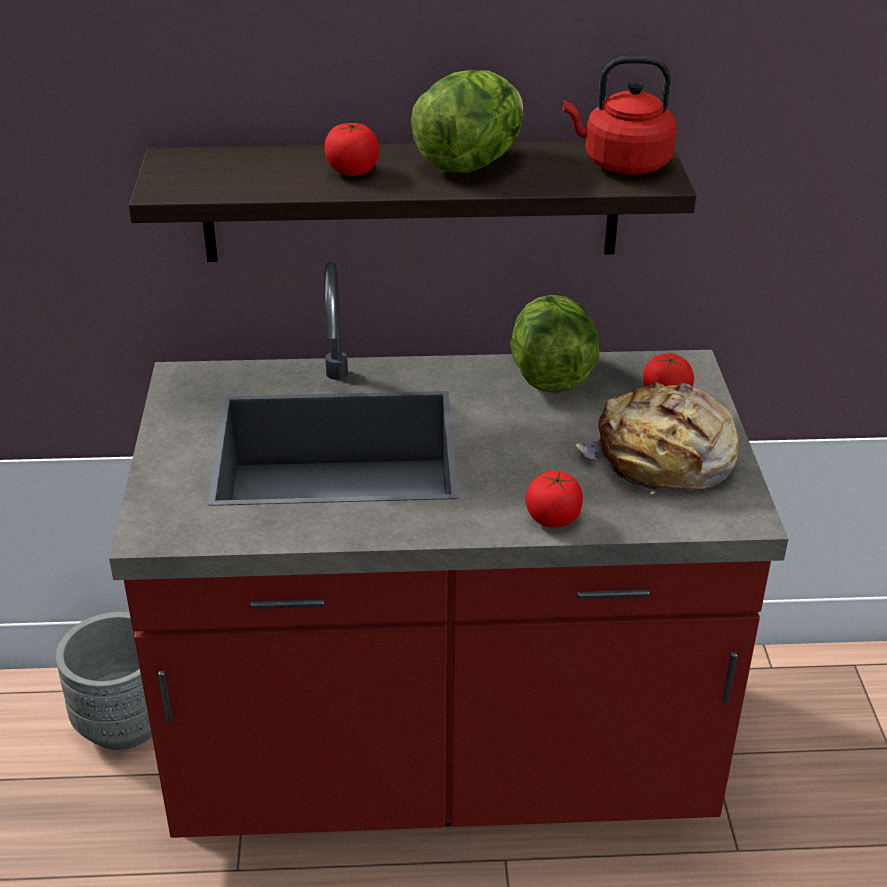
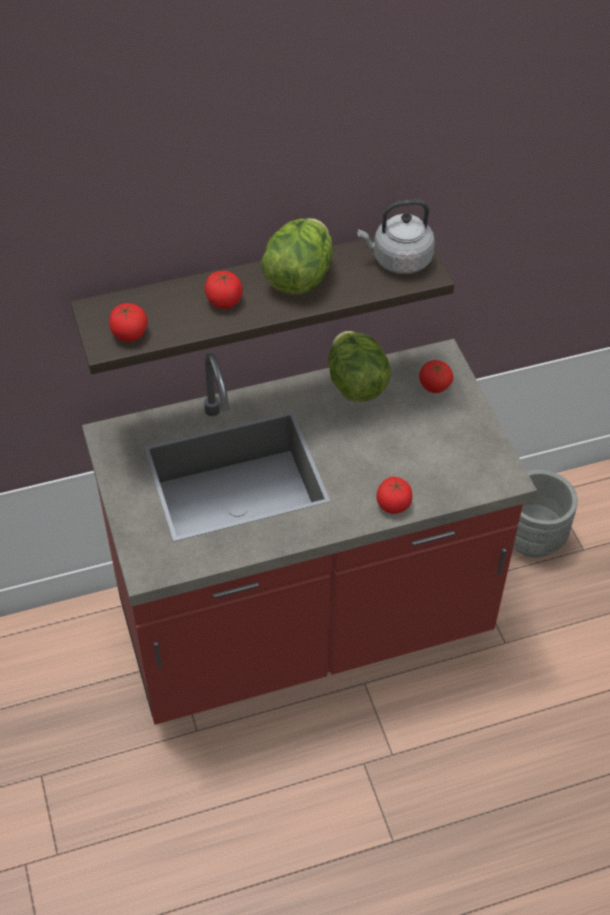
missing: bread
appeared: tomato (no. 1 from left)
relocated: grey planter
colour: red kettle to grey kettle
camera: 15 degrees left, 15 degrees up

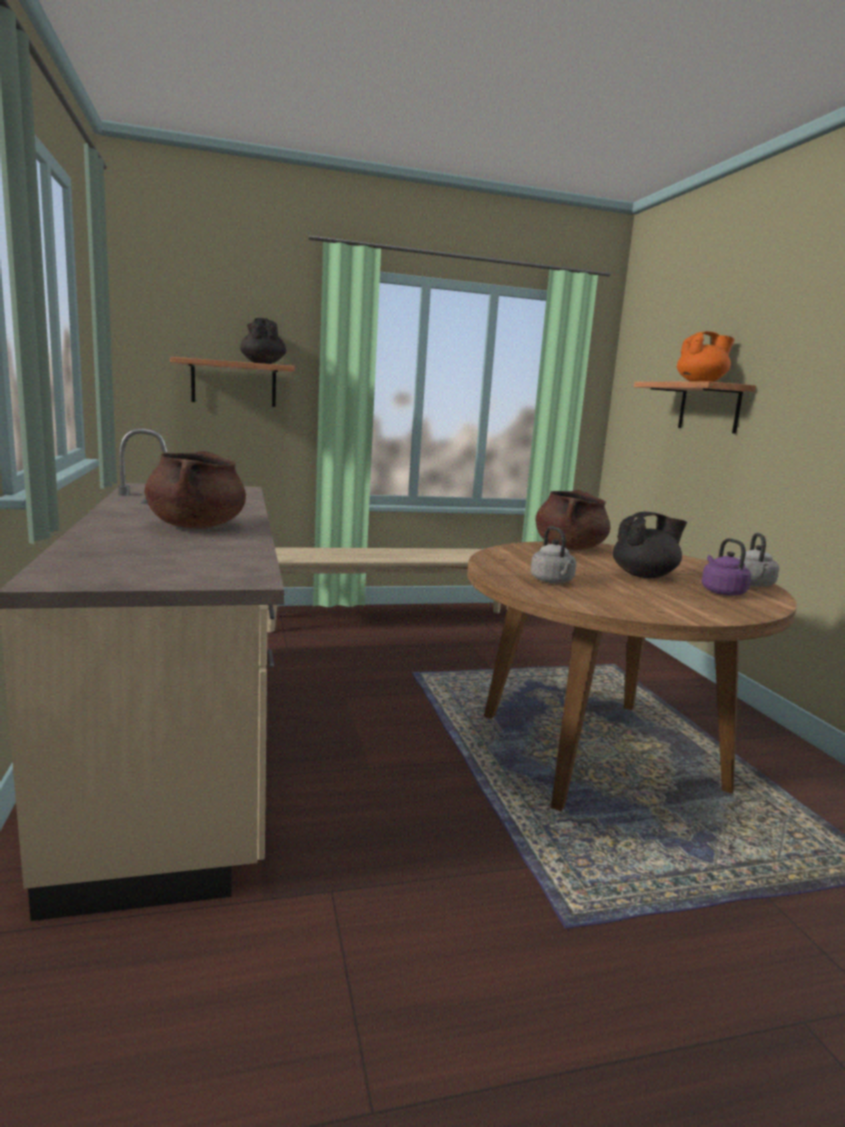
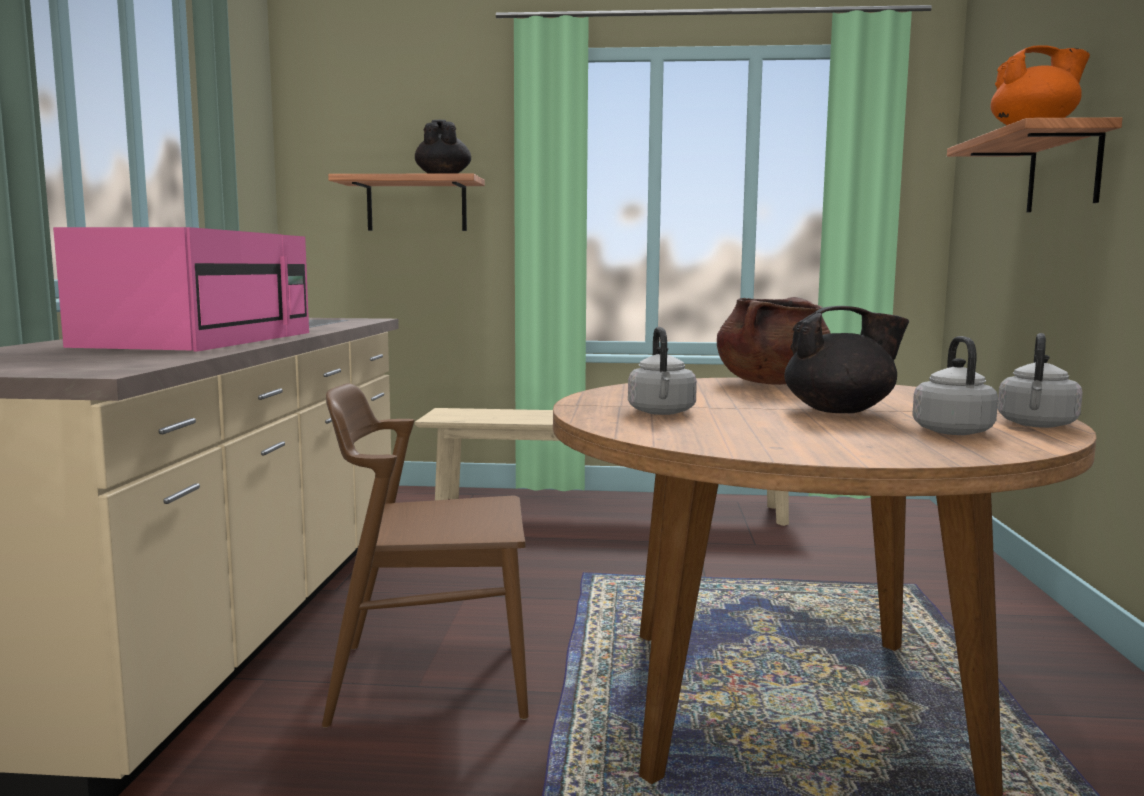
appeared: brown chair
exchanged: brown cooking pot (no. 1 from left) to pink microwave
colour: purple kettle to grey kettle (no. 2 from left)
camera: 20 degrees right, 5 degrees down

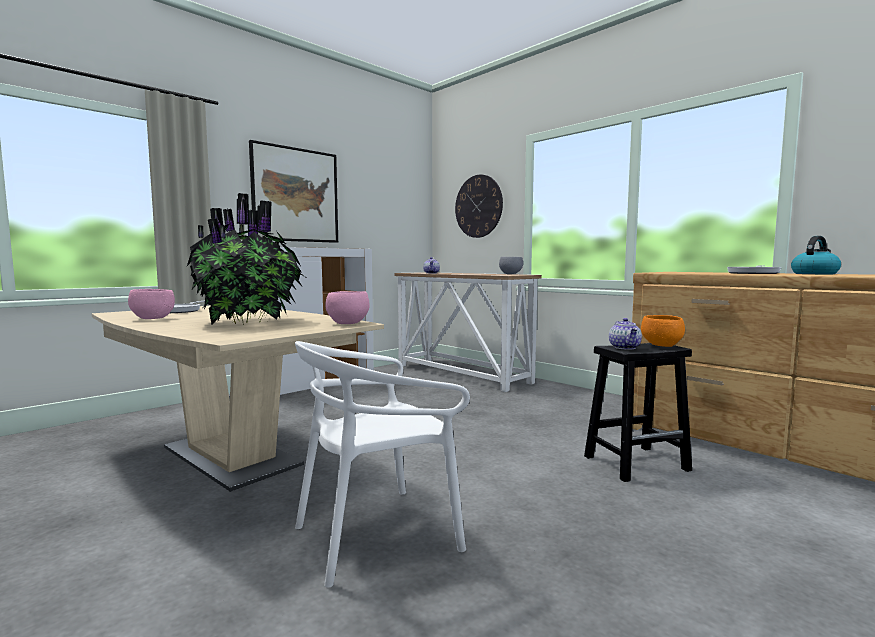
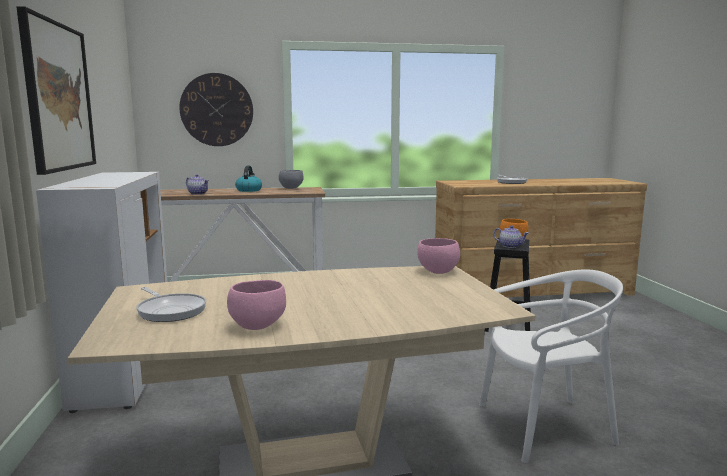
missing: potted plant
relocated: kettle
spun: white chair 105 degrees counterclockwise
camera: 55 degrees left, 5 degrees up

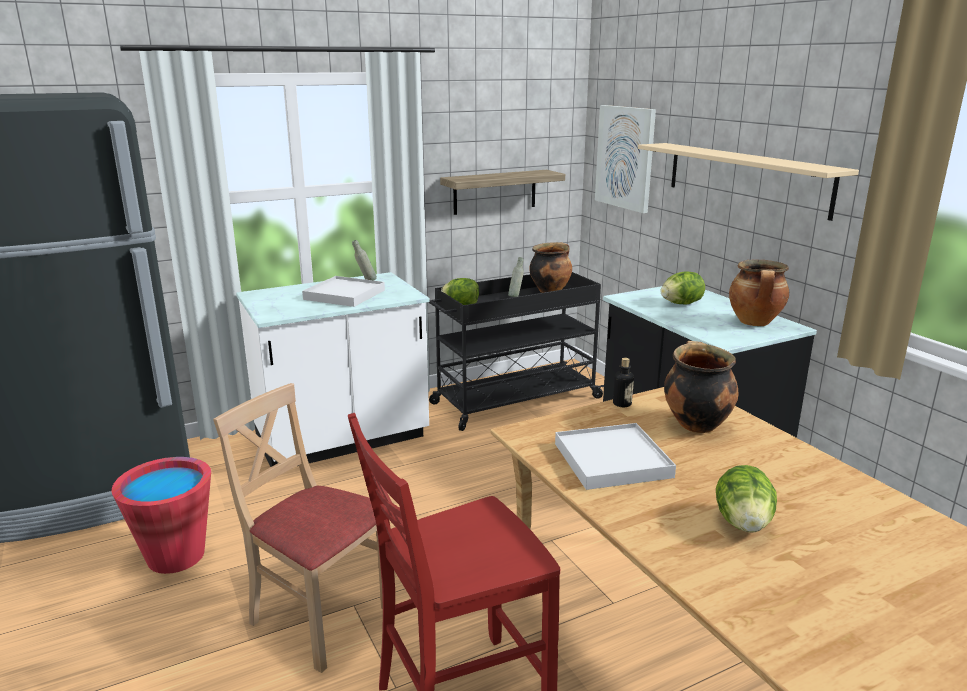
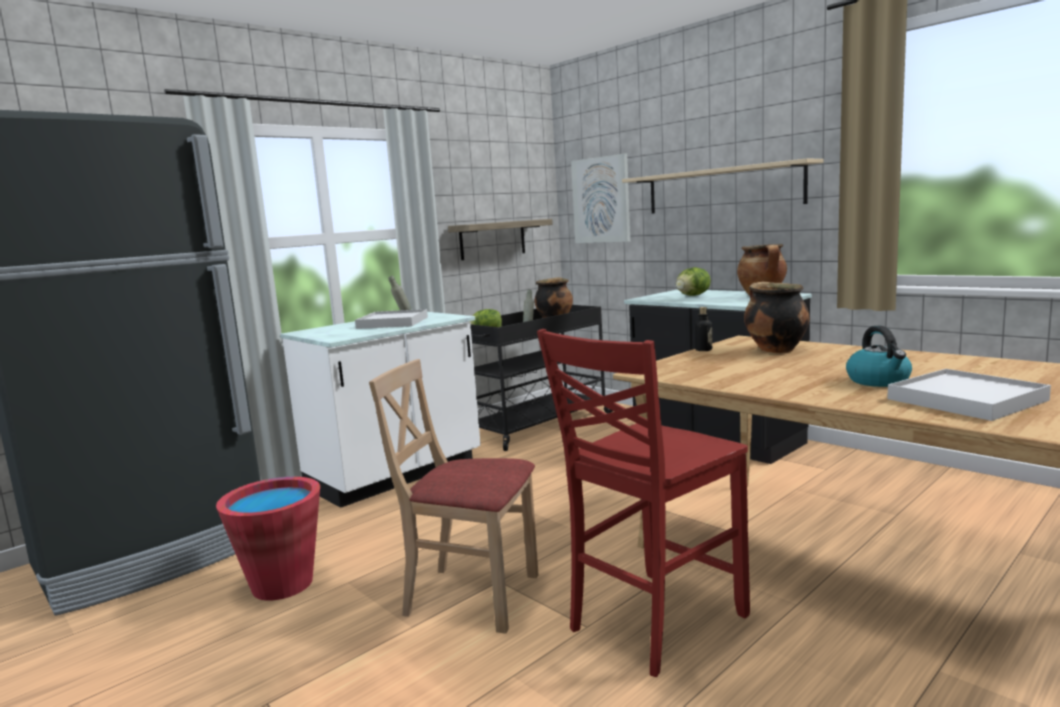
relocated: white tray (no. 2 from left)
exchanged: lettuce (no. 3 from left) to kettle
camera: 15 degrees left, 10 degrees down

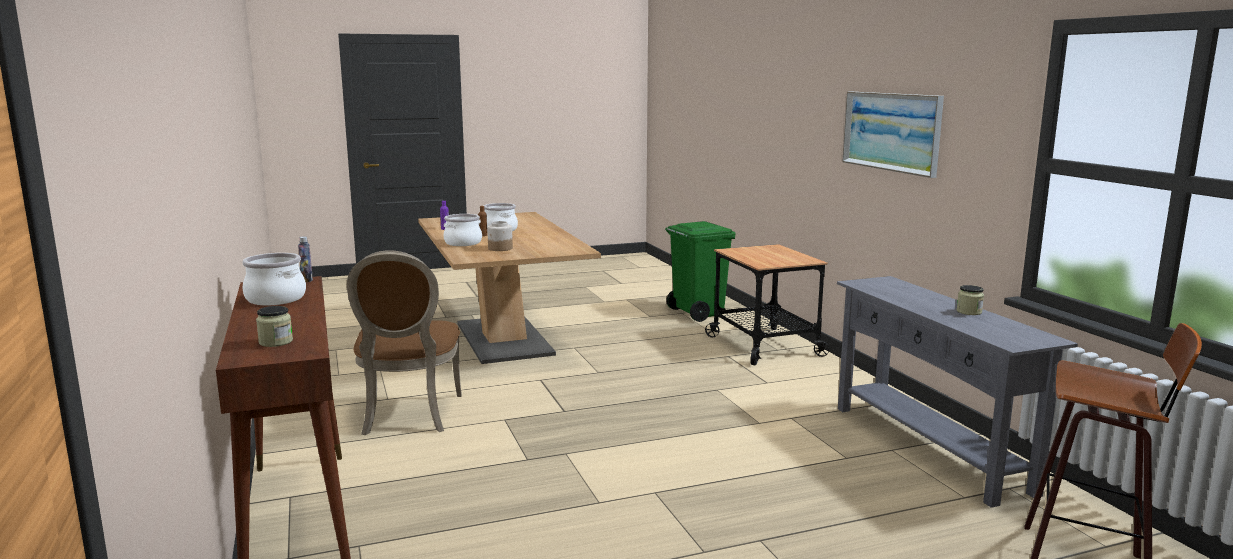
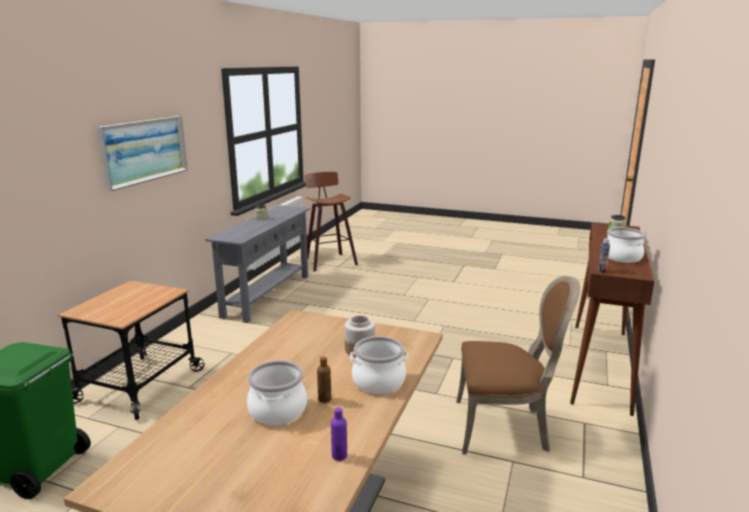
spun: brown chair 60 degrees clockwise
camera: 140 degrees left, 5 degrees up

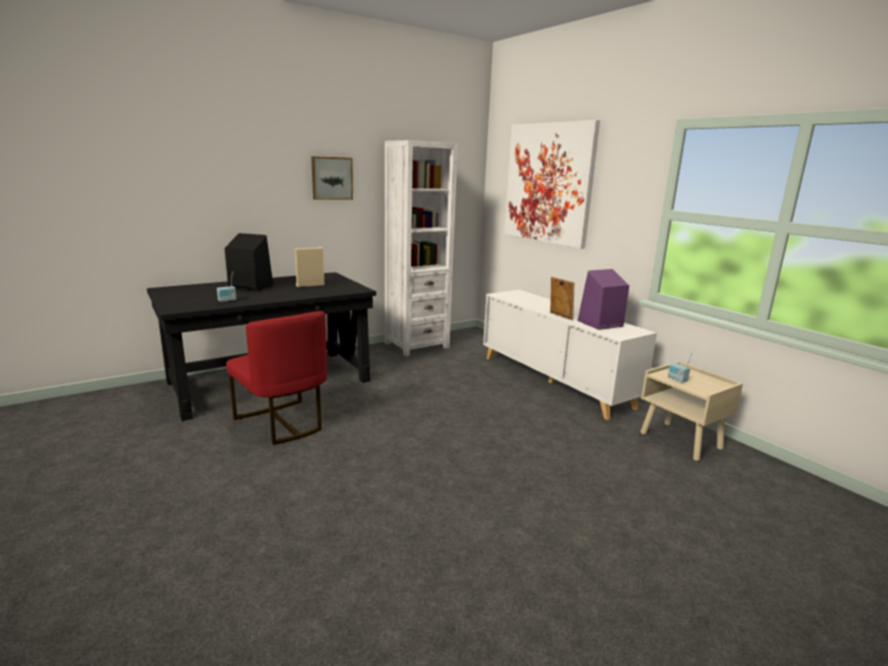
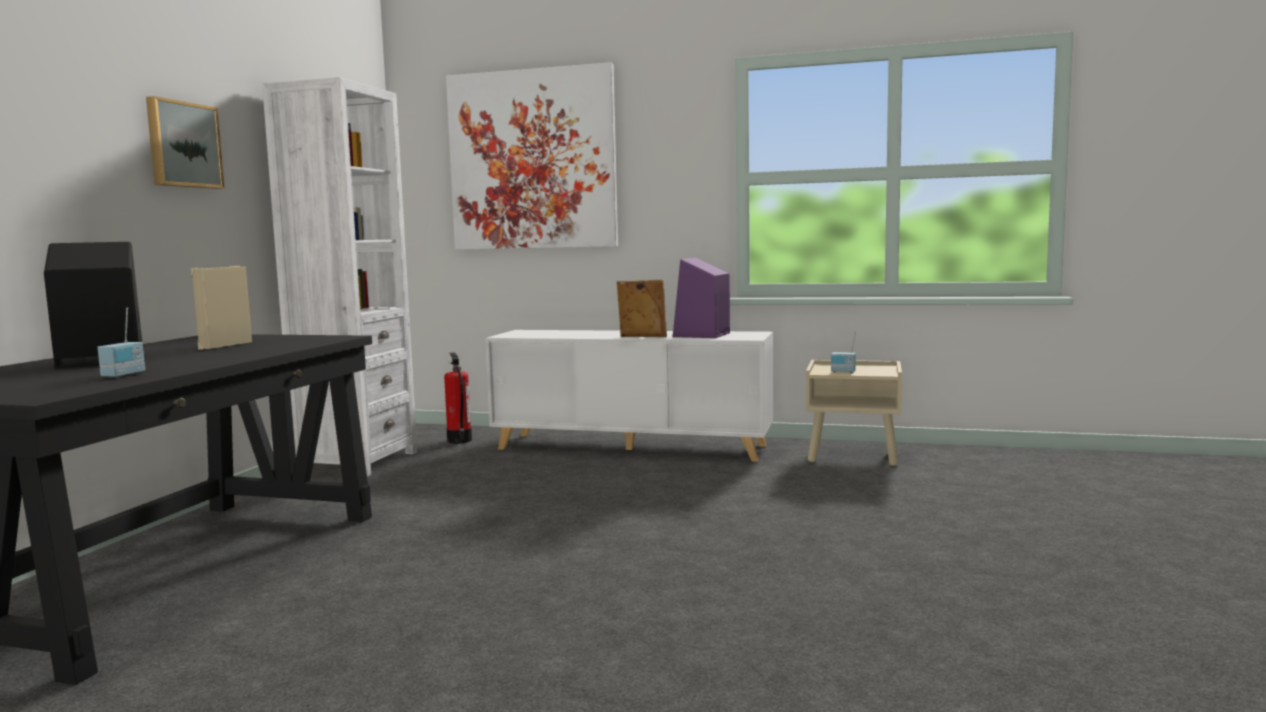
missing: red chair
appeared: fire extinguisher
camera: 40 degrees left, 10 degrees down

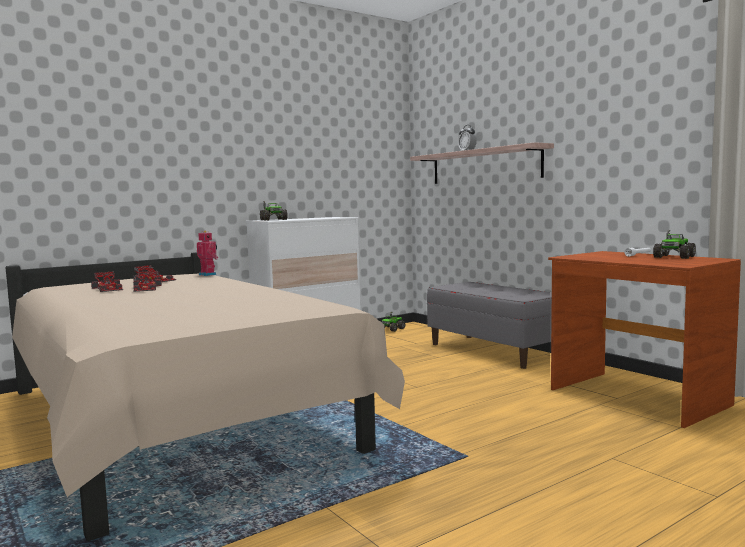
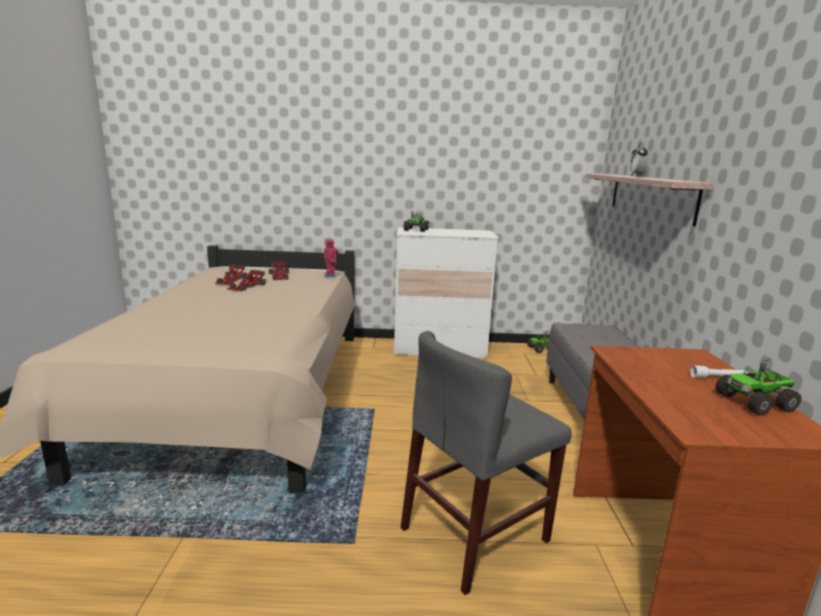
appeared: grey chair
camera: 35 degrees right, 10 degrees up

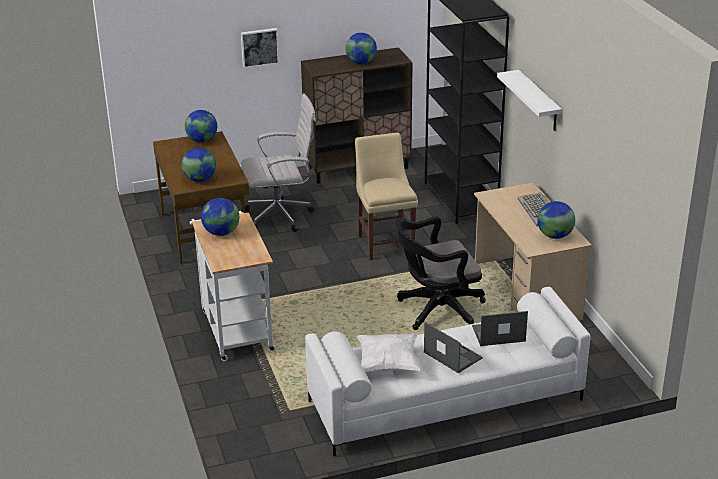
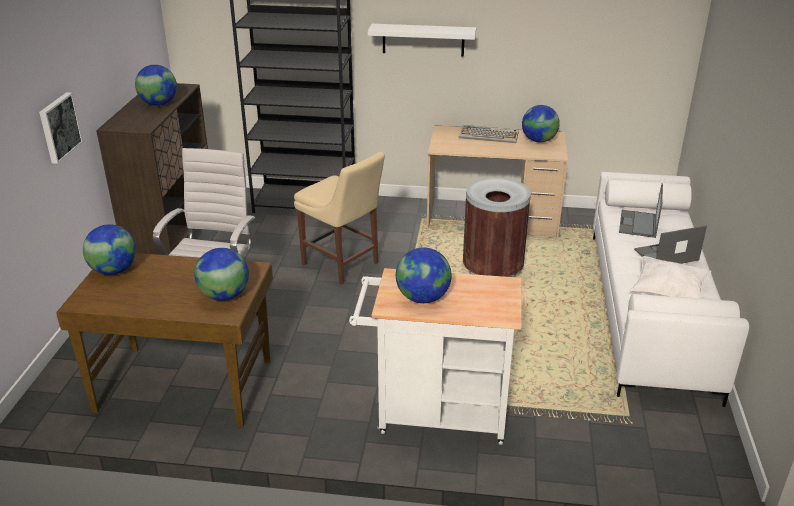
exchanged: black office chair to brown trash can
spun: beige chair 150 degrees counterclockwise
camera: 65 degrees left, 0 degrees up

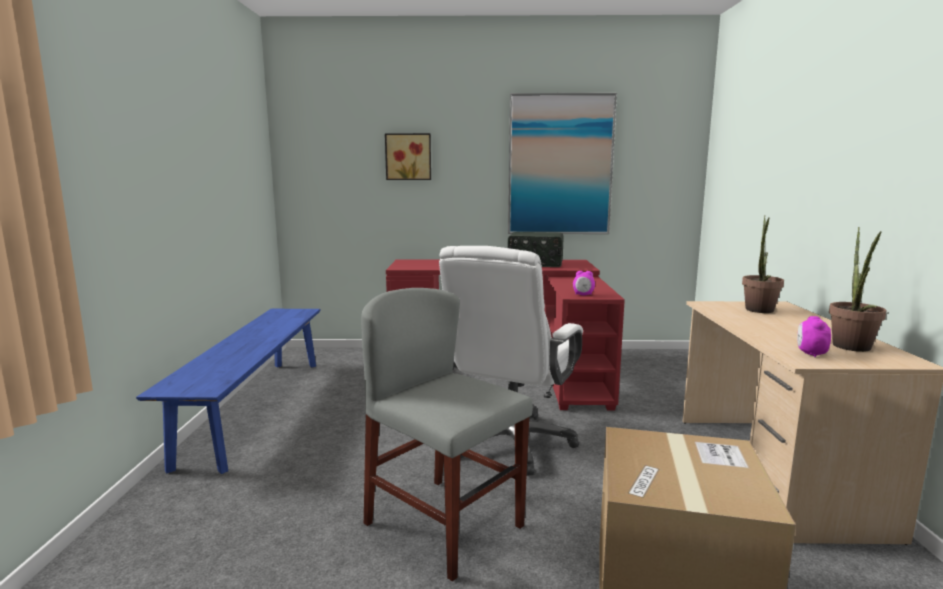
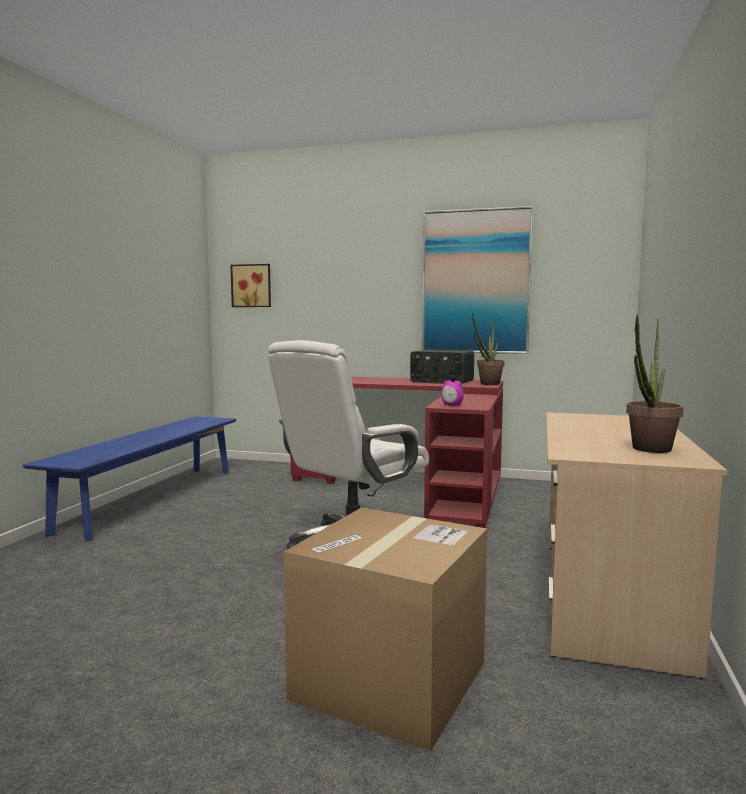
missing: grey chair; alarm clock (no. 2 from left)
relocated: picture (no. 1 from left); potted plant (no. 1 from left)
camera: 15 degrees right, 5 degrees down

